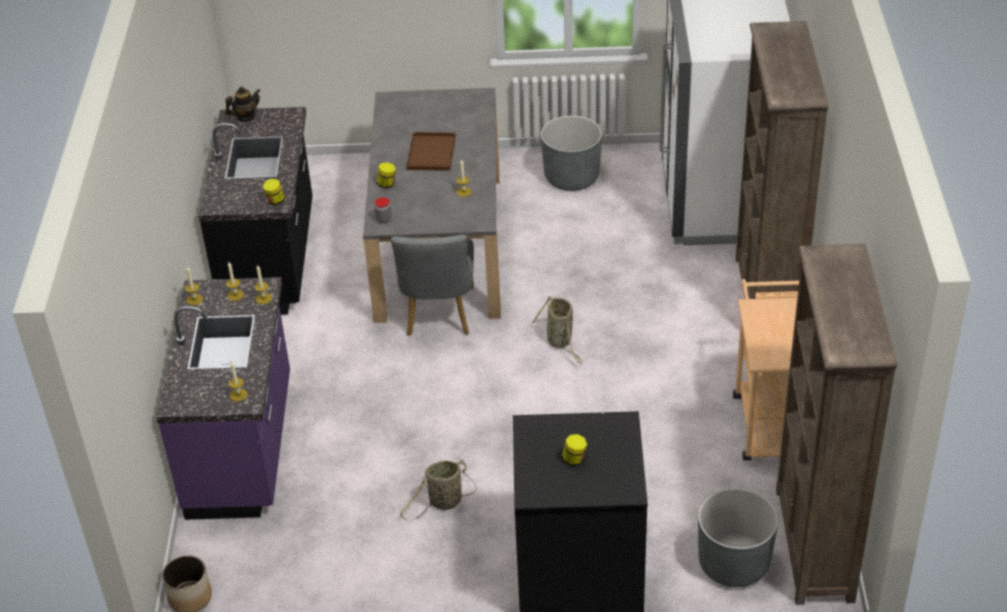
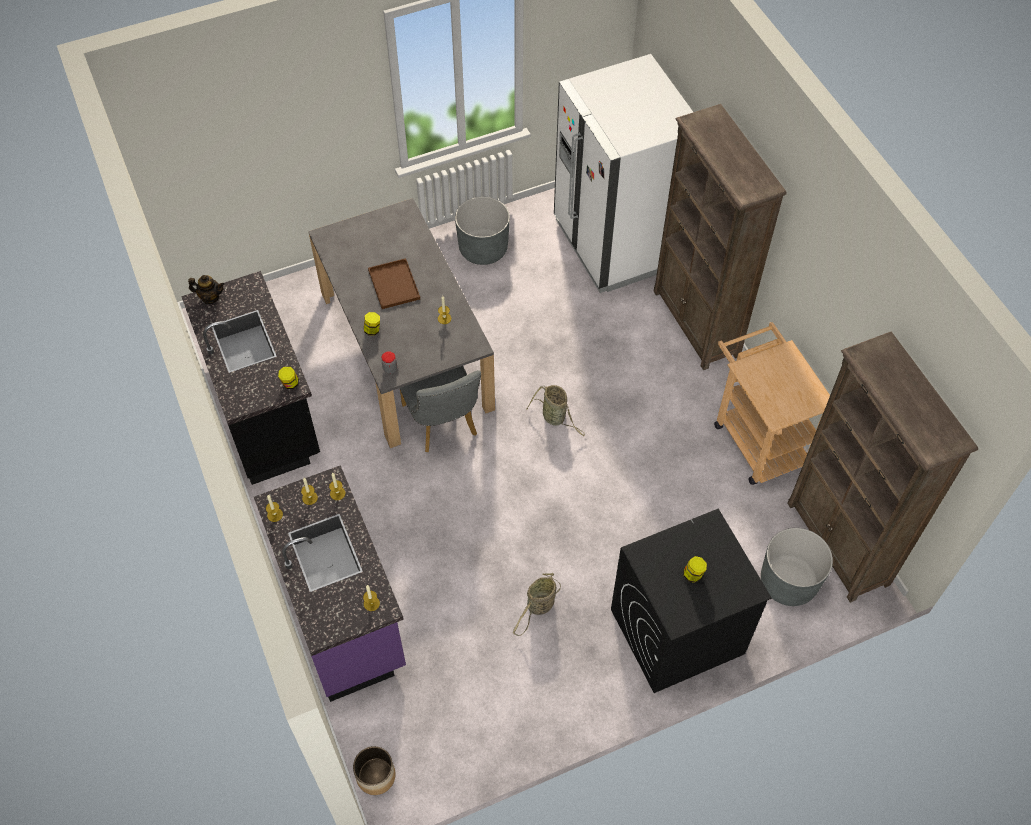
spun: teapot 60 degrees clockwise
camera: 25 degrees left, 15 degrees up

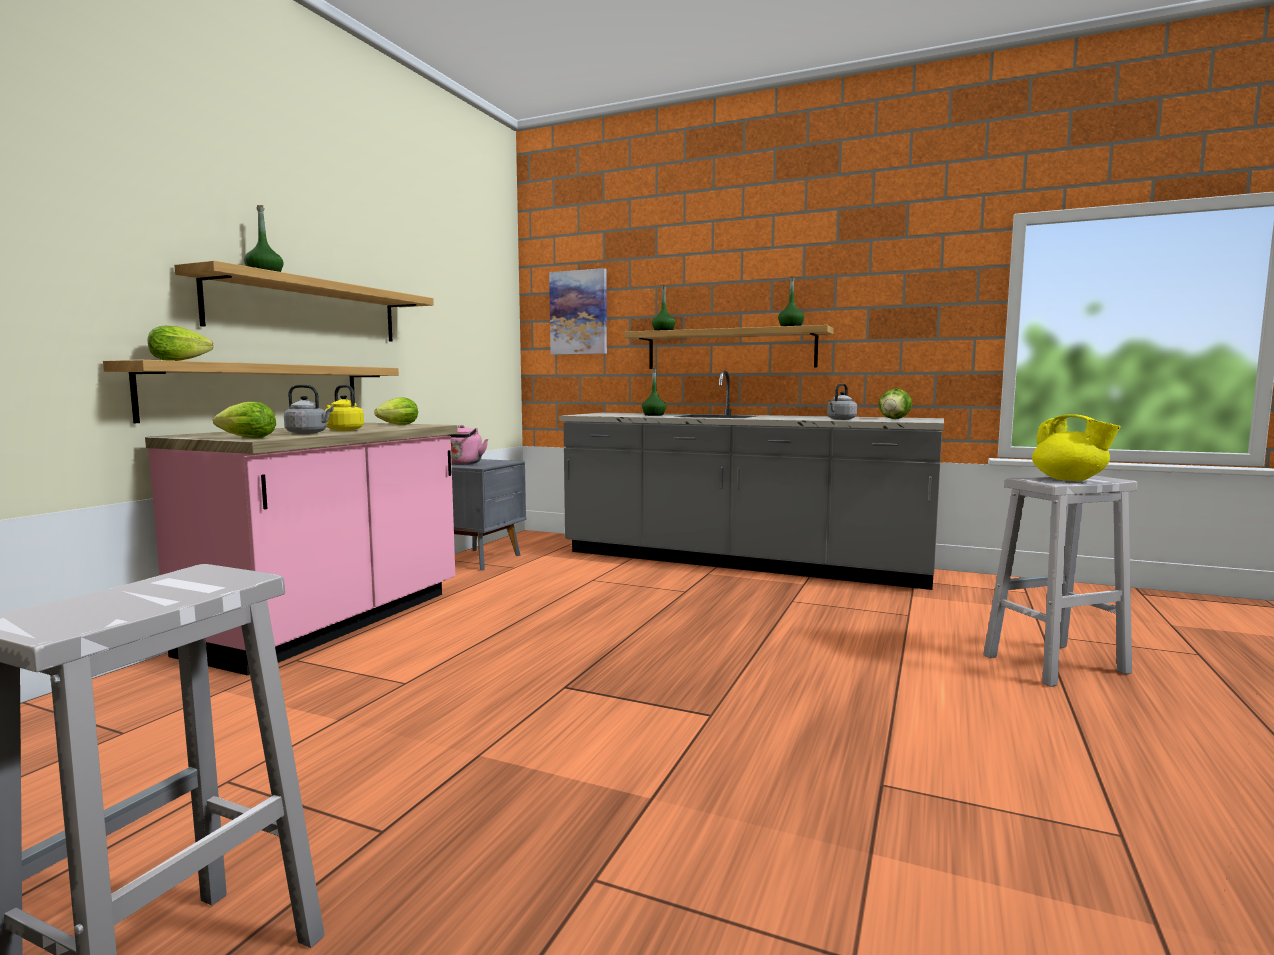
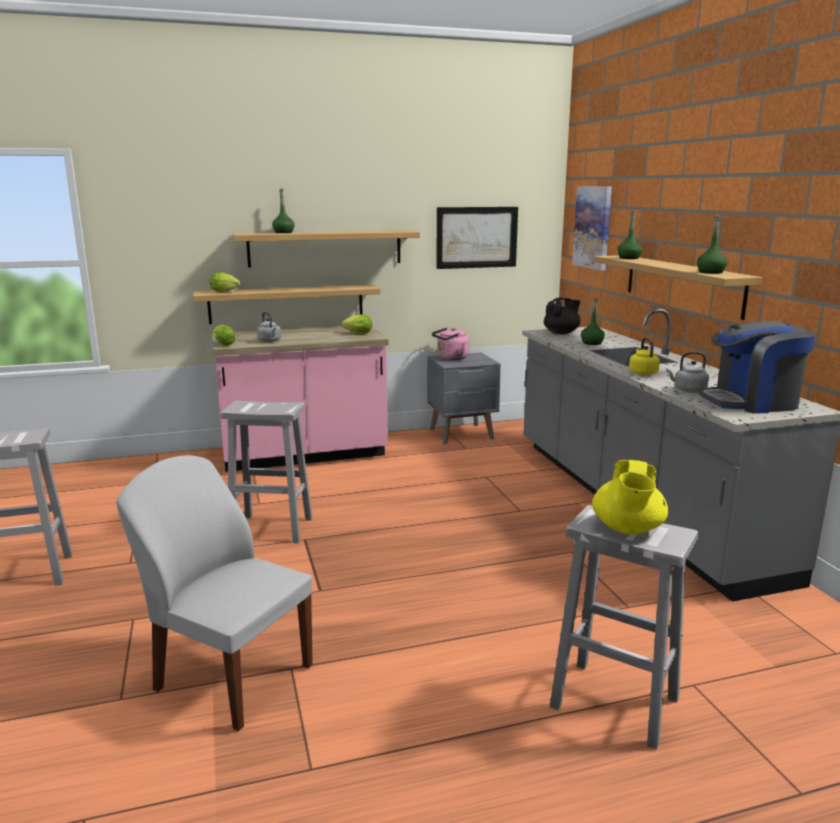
appeared: picture (no. 1 from left); black teapot; white stool (no. 2 from left); white chair
relocated: yellow kettle
exchanged: lettuce (no. 4 from left) to coffee machine
camera: 50 degrees right, 10 degrees up

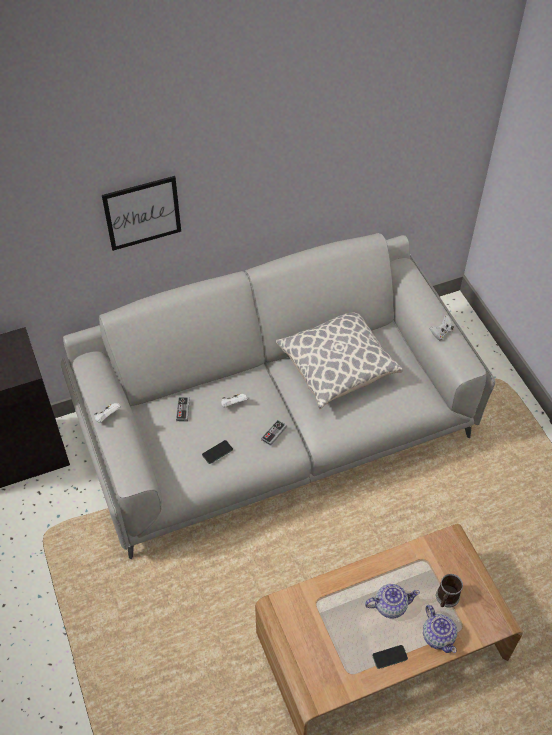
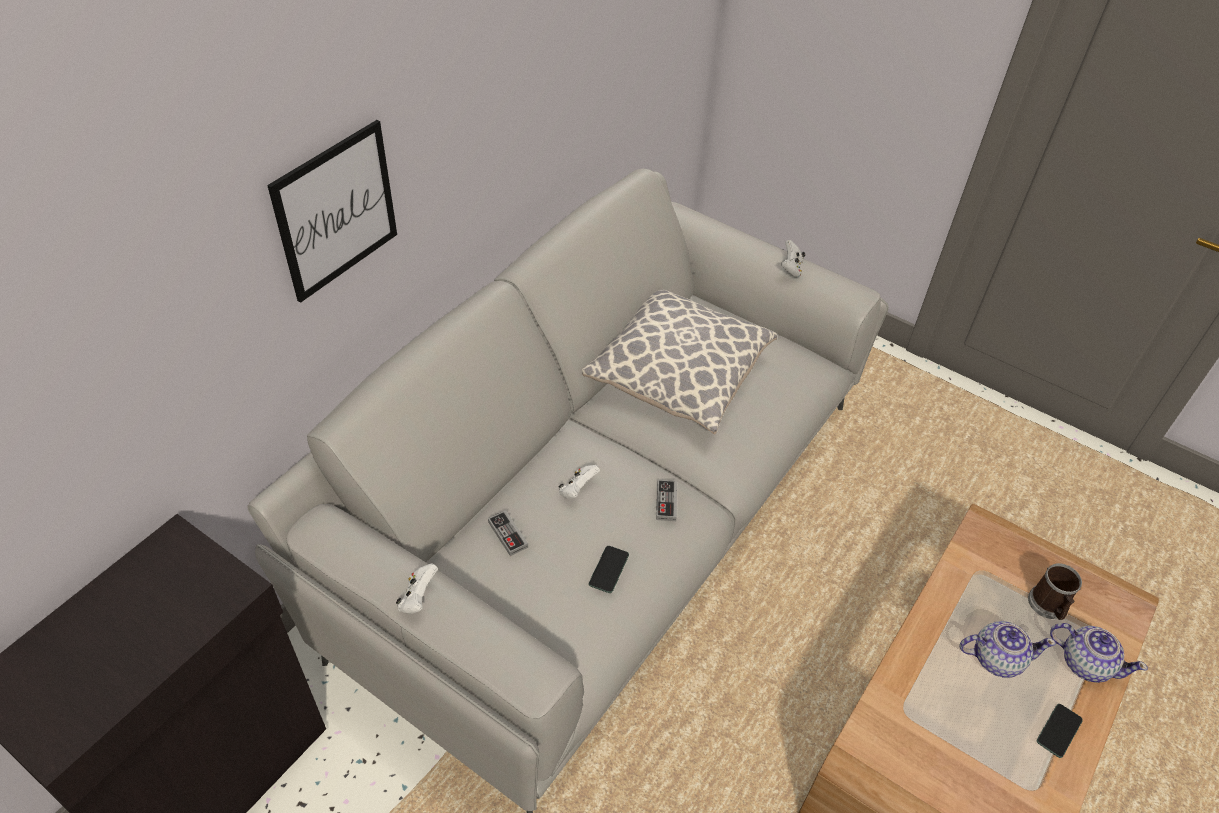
spun: teapot (no. 1 from left) 45 degrees clockwise
camera: 35 degrees left, 5 degrees down

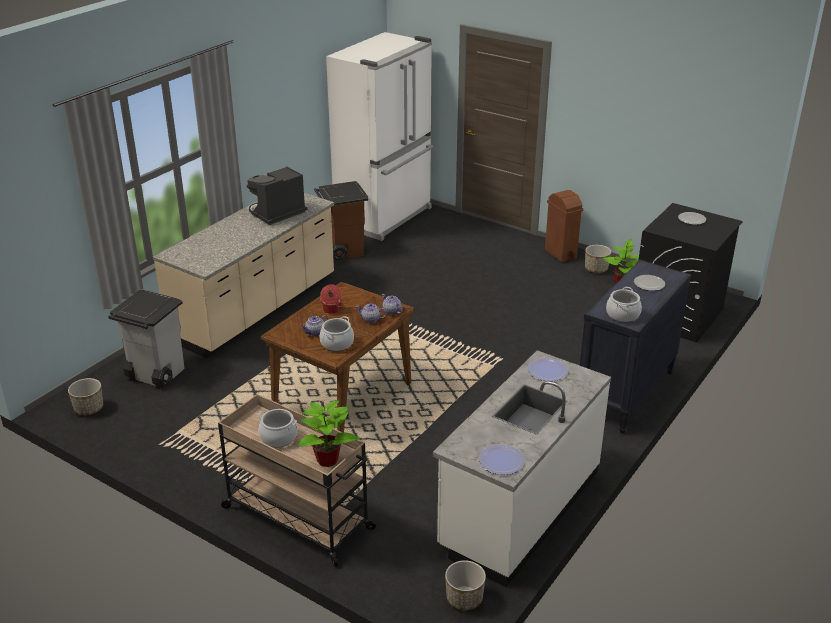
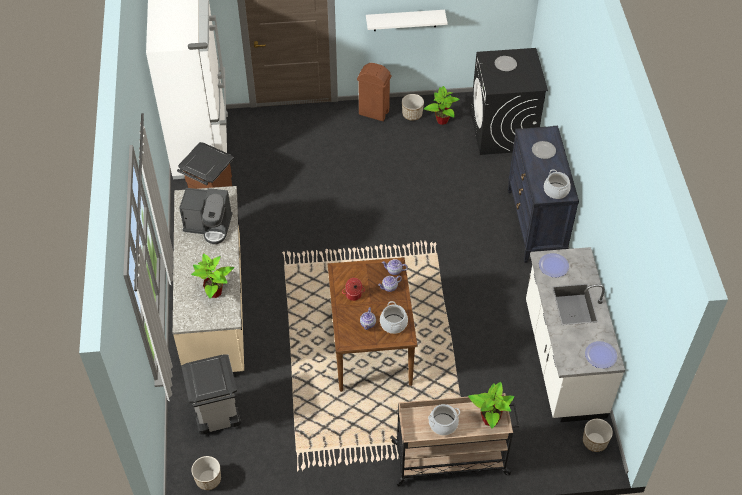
appeared: white shelf; potted plant (no. 1 from left)
spun: coffee machine 90 degrees counterclockwise
camera: 40 degrees left, 20 degrees up

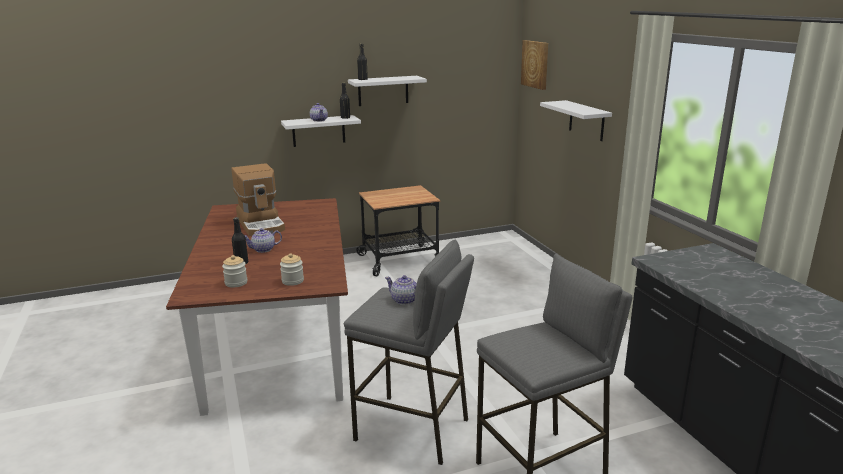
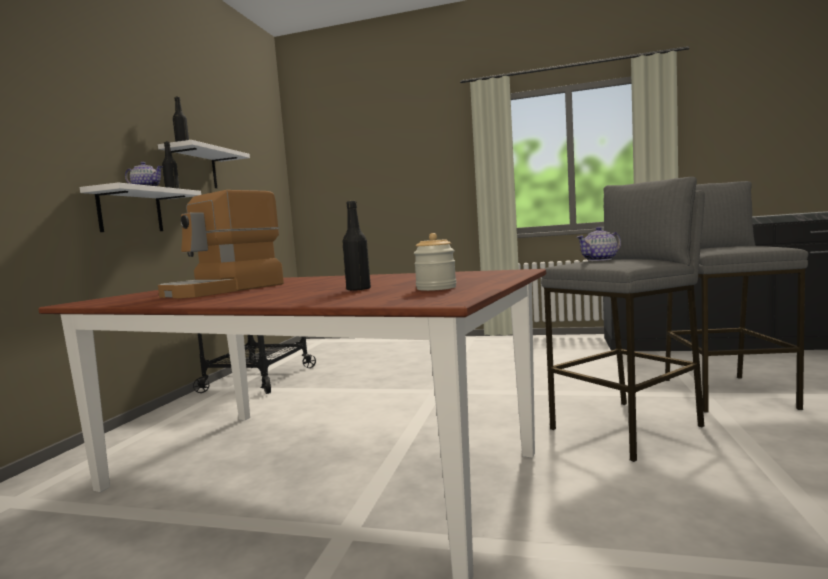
missing: picture; white shelf (no. 3 from left); teapot (no. 1 from left); jar (no. 2 from left)
spun: coffee machine 120 degrees clockwise
camera: 55 degrees left, 15 degrees down

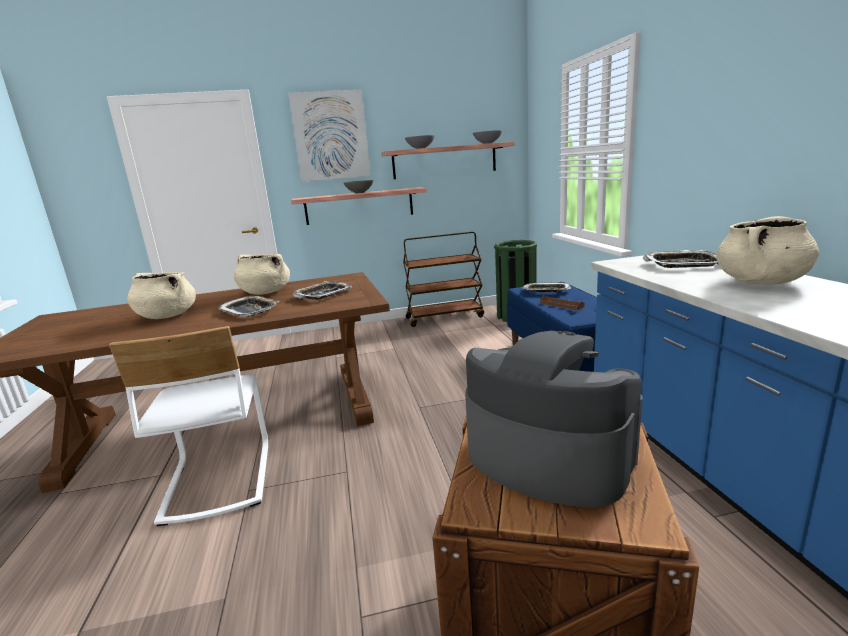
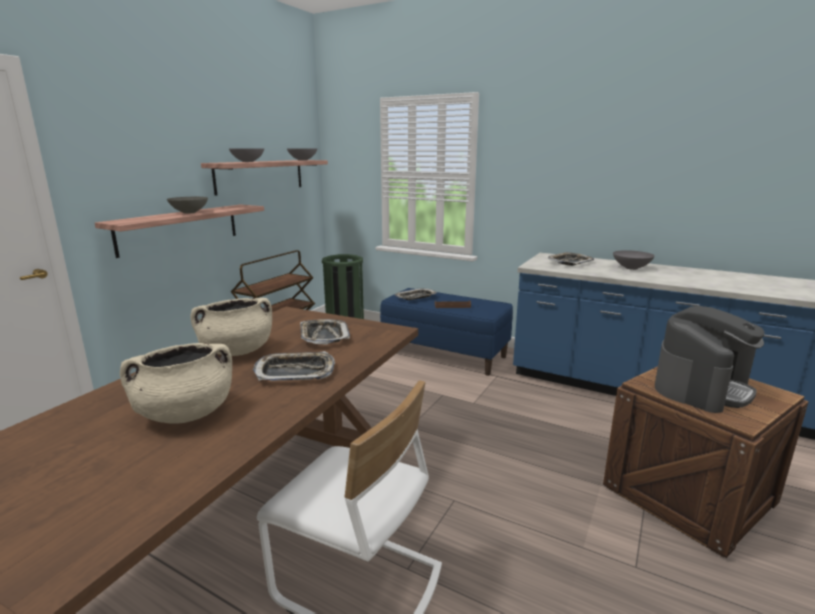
missing: picture
exchanged: beige cooking pot (no. 3 from left) to grey bowl (no. 4 from left)
spun: coffee machine 150 degrees clockwise
camera: 50 degrees left, 0 degrees up

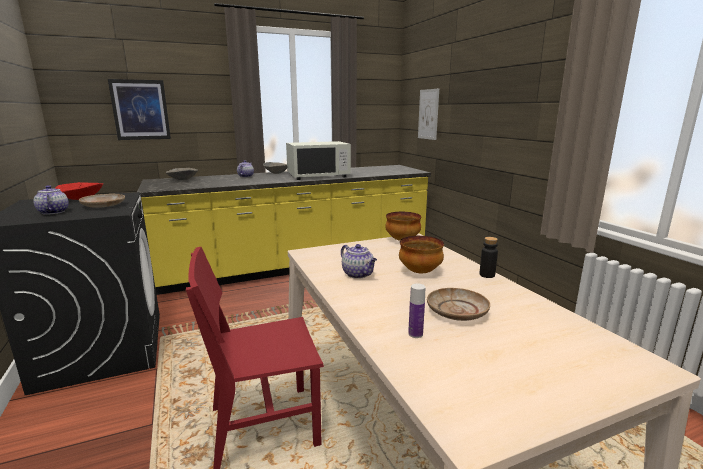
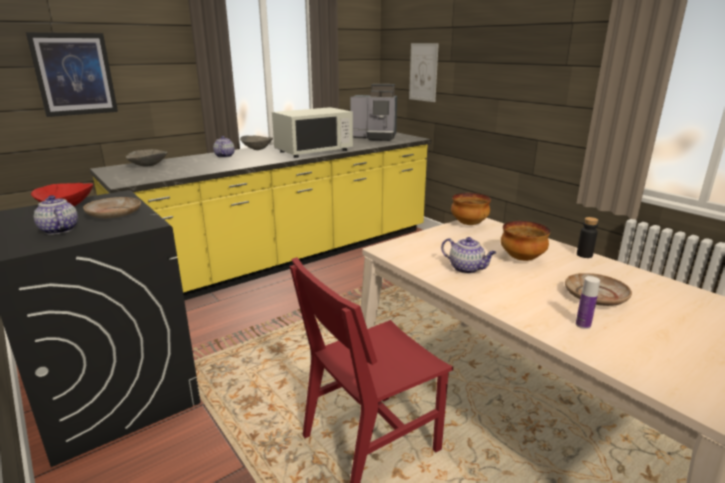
appeared: coffee machine
camera: 15 degrees left, 5 degrees up

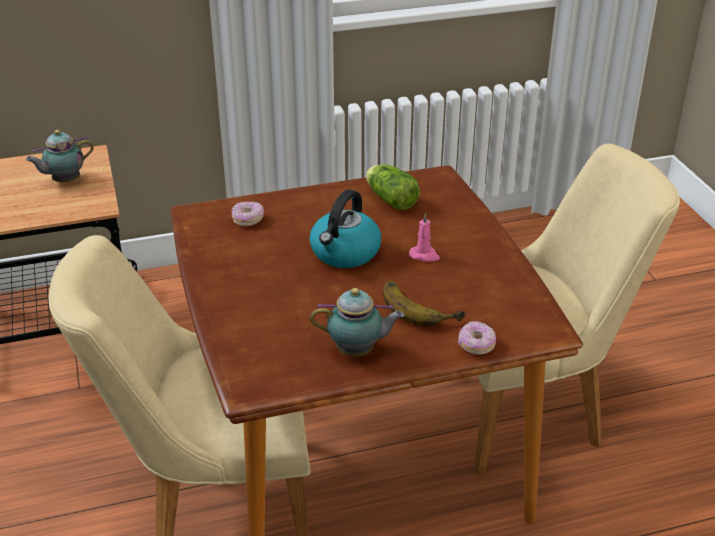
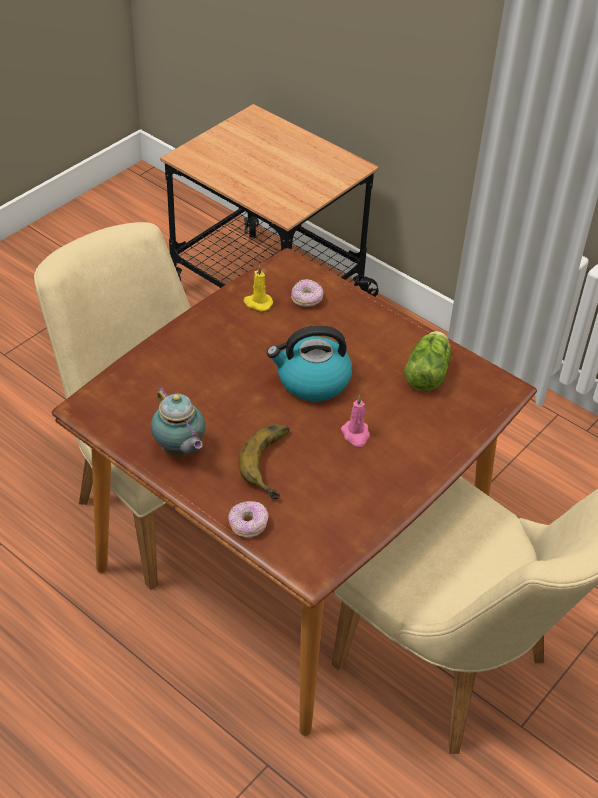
missing: teapot (no. 1 from left)
appeared: yellow candle
camera: 55 degrees right, 10 degrees up

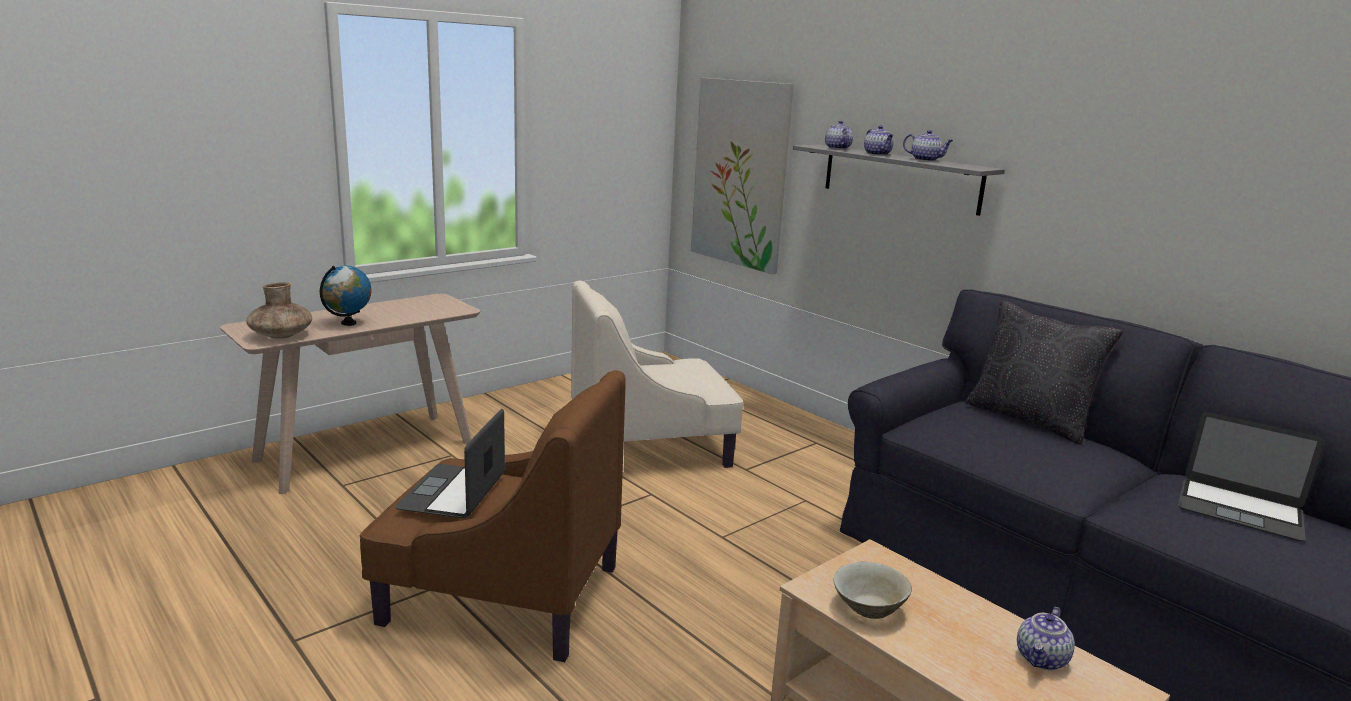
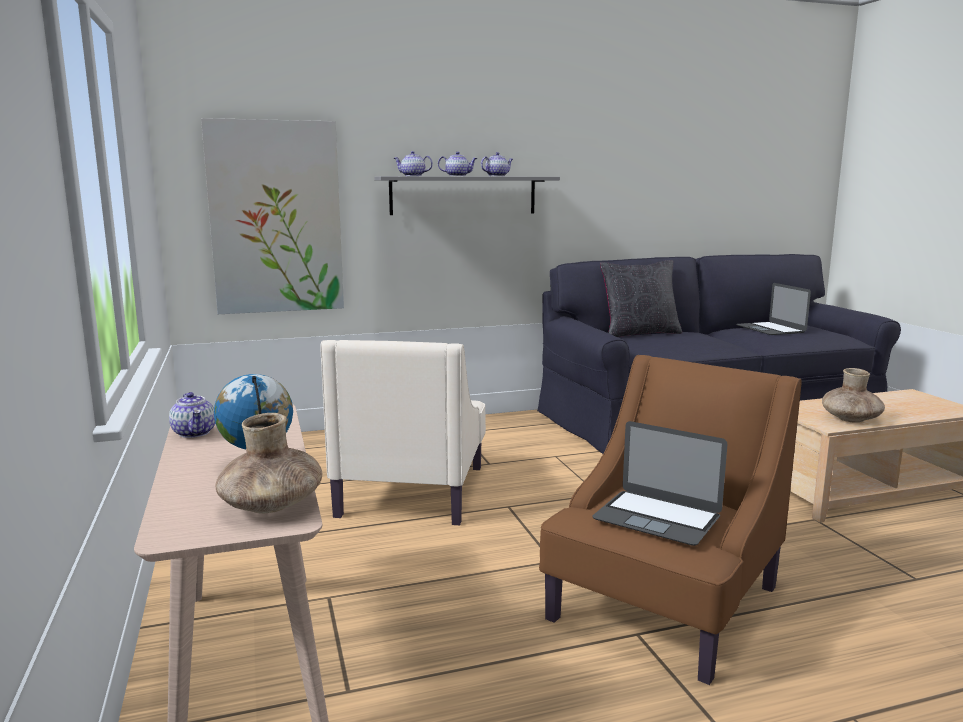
relocated: teapot (no. 4 from left in the first image) to teapot (no. 1 from left)
exchanged: beige bowl to brown vase (no. 2 from left)
spun: laptop (no. 2 from left) 105 degrees clockwise
camera: 65 degrees left, 5 degrees down

